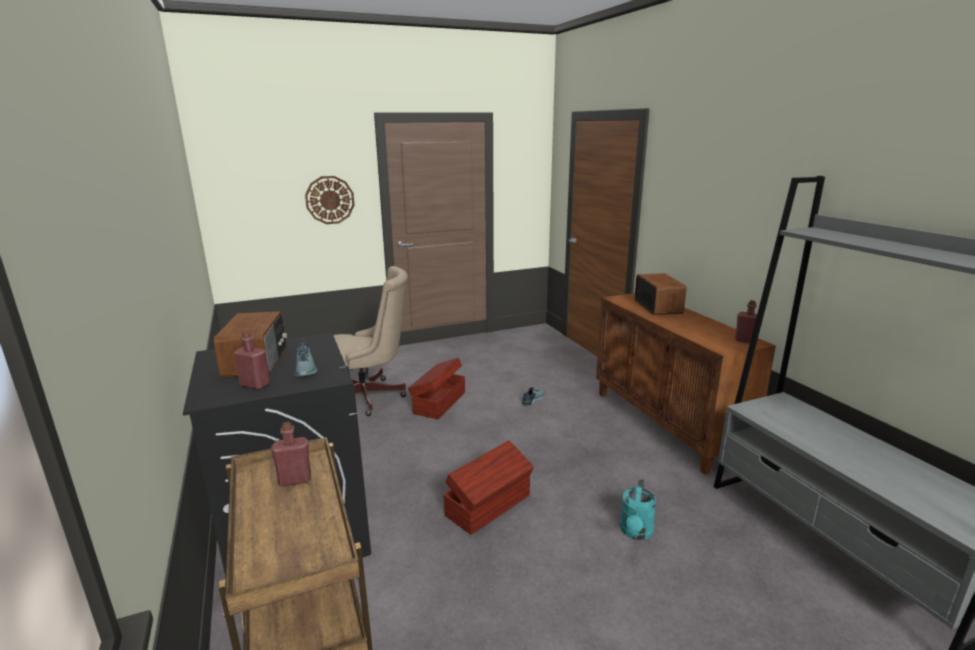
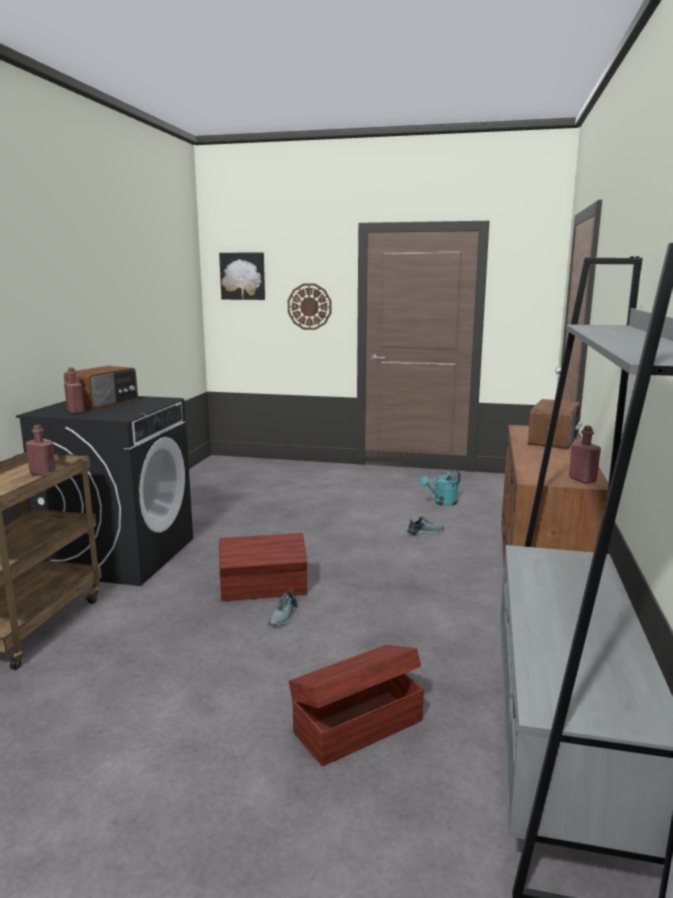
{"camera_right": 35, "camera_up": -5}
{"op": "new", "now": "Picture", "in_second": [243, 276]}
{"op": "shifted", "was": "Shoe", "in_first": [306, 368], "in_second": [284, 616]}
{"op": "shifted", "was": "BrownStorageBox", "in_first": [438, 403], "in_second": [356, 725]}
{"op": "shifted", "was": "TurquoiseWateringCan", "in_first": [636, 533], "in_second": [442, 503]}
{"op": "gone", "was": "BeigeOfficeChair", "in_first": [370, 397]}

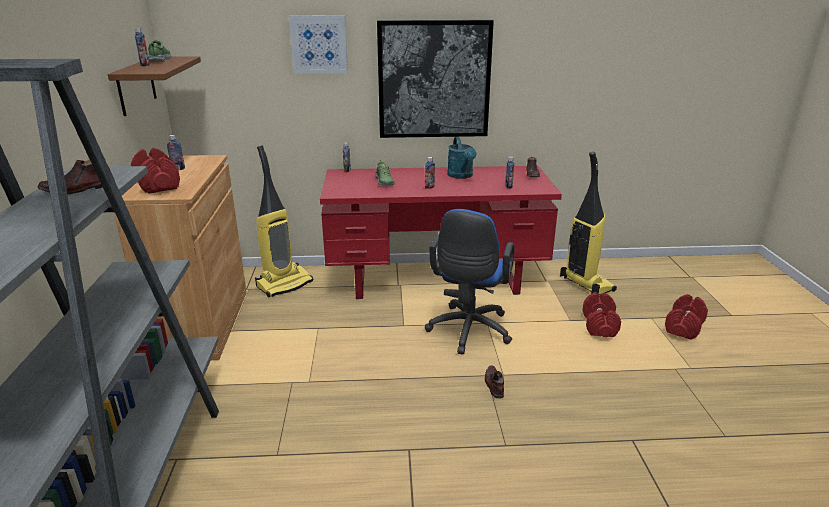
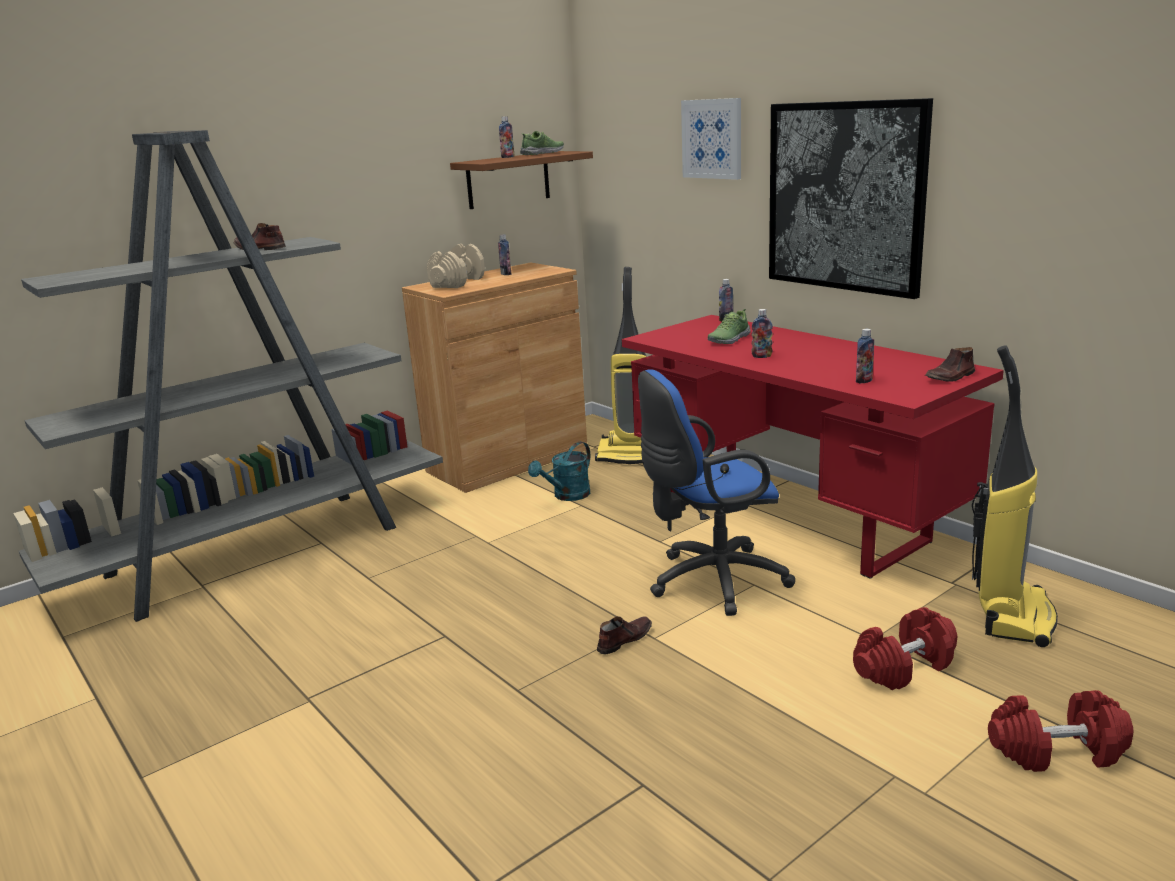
{"camera_right": 55, "camera_up": -5}
{"op": "repainted", "was": "RedDumbbell", "now": "BeigeDumbbell", "in_first": [157, 184], "in_second": [457, 282]}
{"op": "shifted", "was": "TurquoiseWateringCan", "in_first": [461, 176], "in_second": [567, 496]}

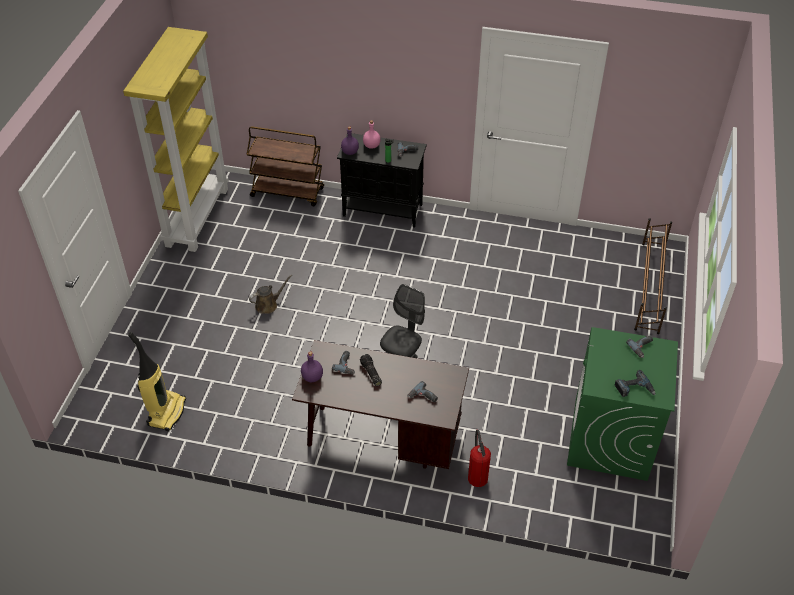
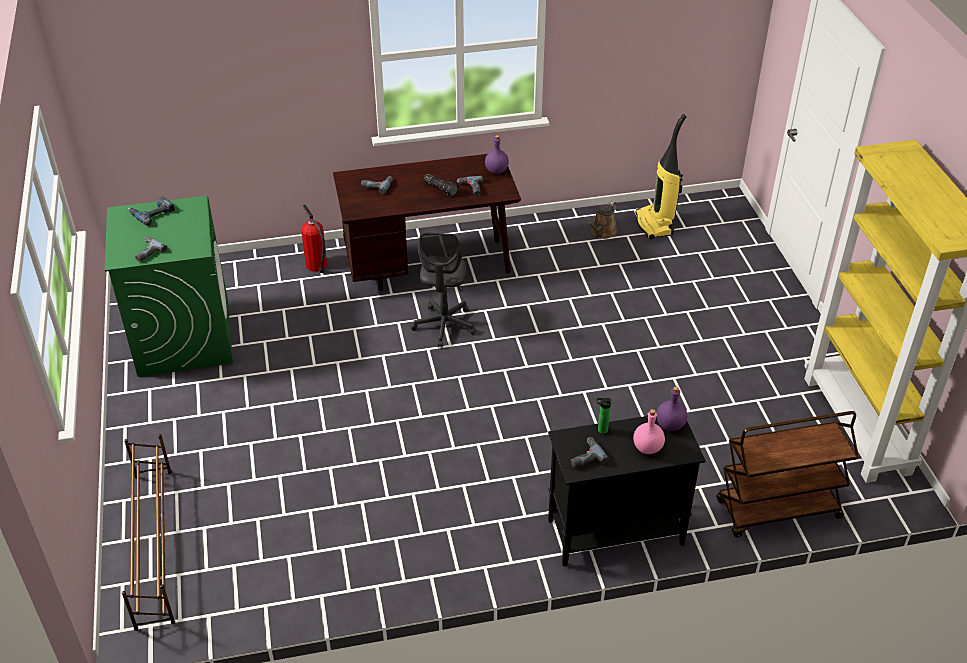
{"camera_right": 155, "camera_up": -5}
{"op": "shifted", "was": "BrownWateringCan", "in_first": [268, 305], "in_second": [602, 232]}

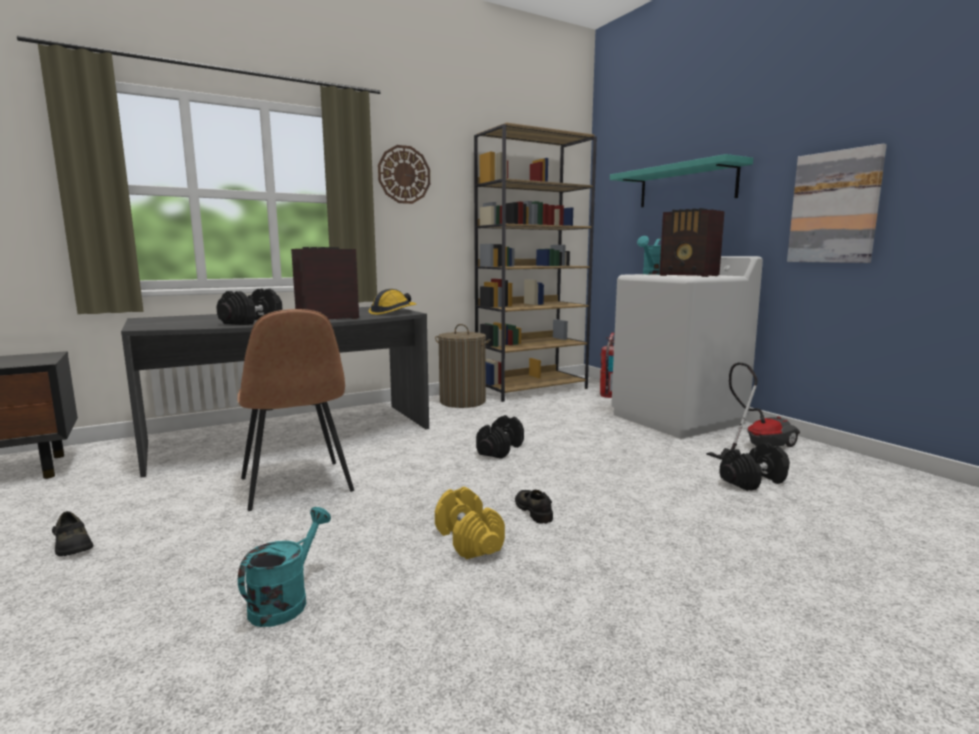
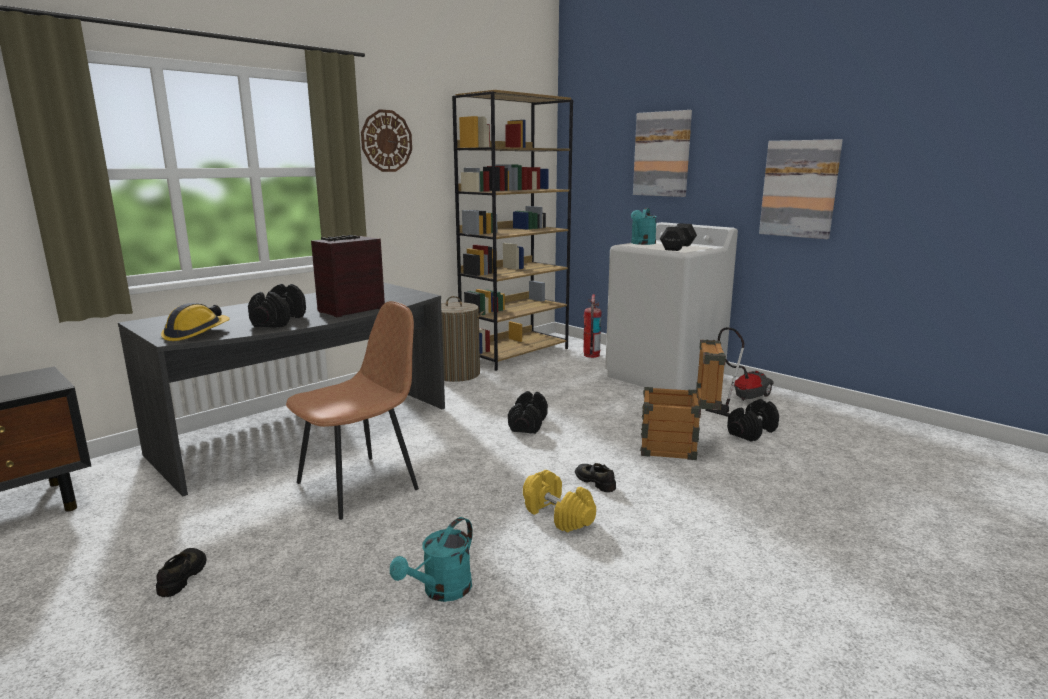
{"camera_right": -15, "camera_up": 5}
{"op": "rotated", "was": "BlackShoe", "in_first": [72, 545], "in_second": [183, 576], "clockwise": -120}
{"op": "shifted", "was": "HardHat", "in_first": [392, 312], "in_second": [196, 333]}
{"op": "rotated", "was": "BrownChair", "in_first": [296, 486], "in_second": [360, 485], "clockwise": -90}
{"op": "rotated", "was": "TurquoiseWateringCan", "in_first": [285, 601], "in_second": [441, 591], "clockwise": -150}
{"op": "swapped", "was": "TurquoiseShelf", "now": "Picture", "in_first": [686, 185], "in_second": [662, 154]}
{"op": "new", "now": "Crate", "in_second": [677, 447]}
{"op": "swapped", "was": "Radio", "now": "BlackDumbbell", "in_first": [689, 275], "in_second": [678, 247]}

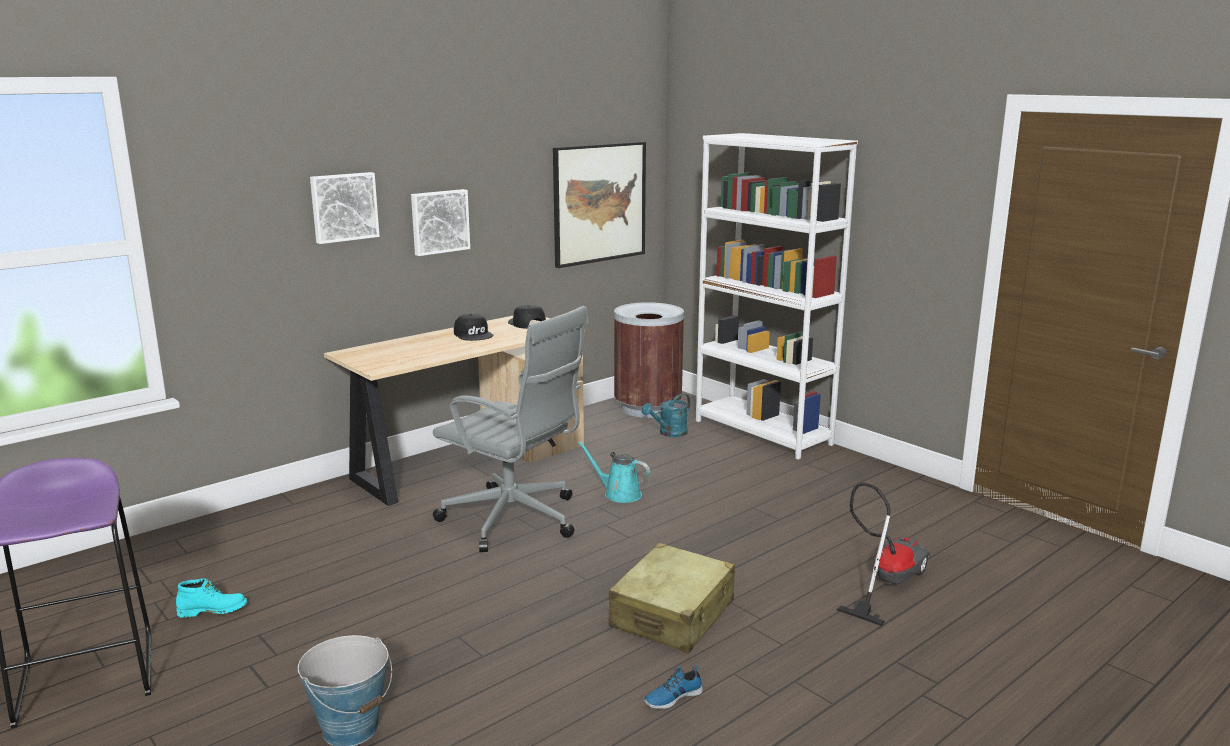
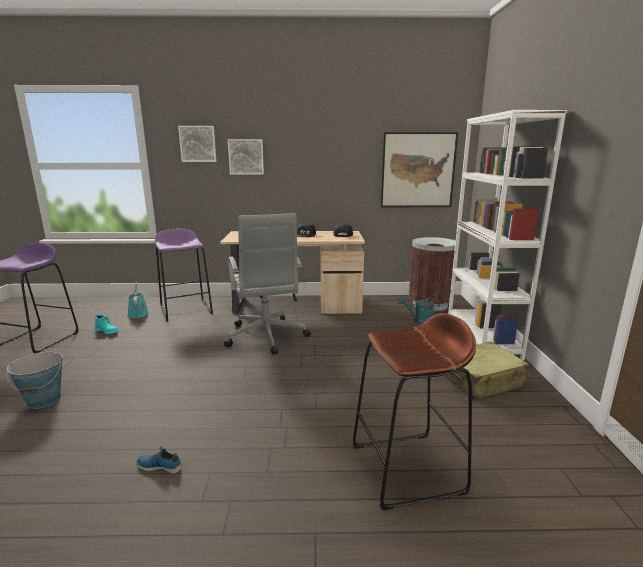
{"camera_right": 40, "camera_up": 0}
{"op": "shifted", "was": "TurquoiseWateringCan", "in_first": [619, 494], "in_second": [138, 313]}
{"op": "new", "now": "PurpleStool", "in_second": [186, 310]}
{"op": "shifted", "was": "Picture", "in_first": [439, 221], "in_second": [198, 144]}
{"op": "swapped", "was": "VacuumCleaner", "now": "BrownStool", "in_first": [884, 582], "in_second": [407, 468]}
{"op": "shifted", "was": "BeigeSuitcase", "in_first": [673, 614], "in_second": [482, 380]}

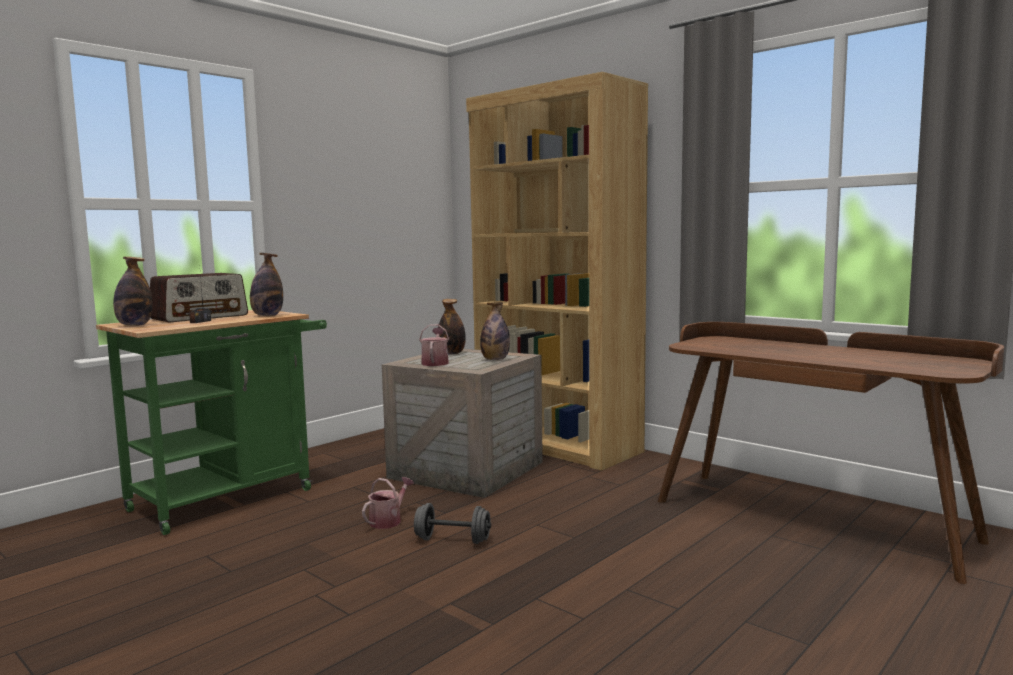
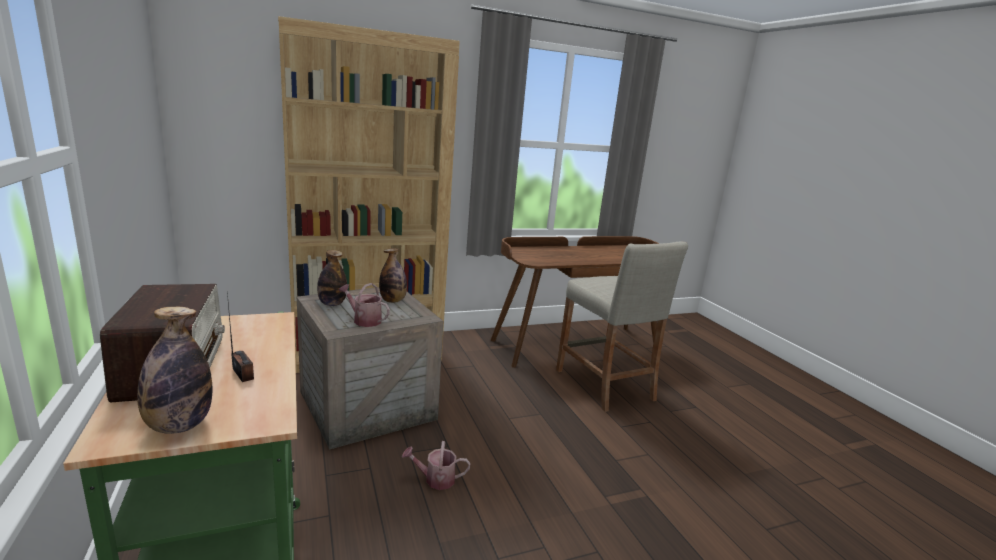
{"camera_right": -65, "camera_up": 10}
{"op": "rotated", "was": "WateringCan", "in_first": [388, 520], "in_second": [435, 479], "clockwise": -60}
{"op": "new", "now": "BeigeStool", "in_second": [604, 385]}
{"op": "gone", "was": "Bottle", "in_first": [267, 316]}
{"op": "gone", "was": "GreyDumbbell", "in_first": [452, 540]}

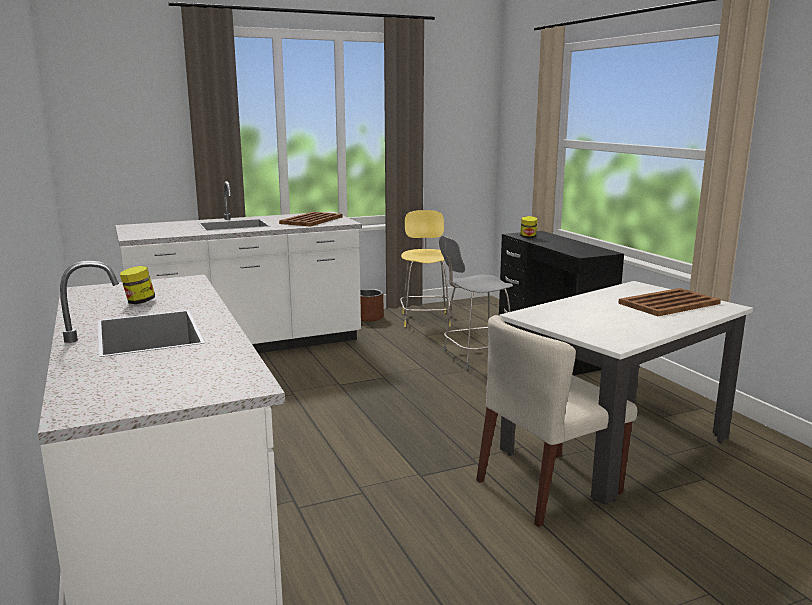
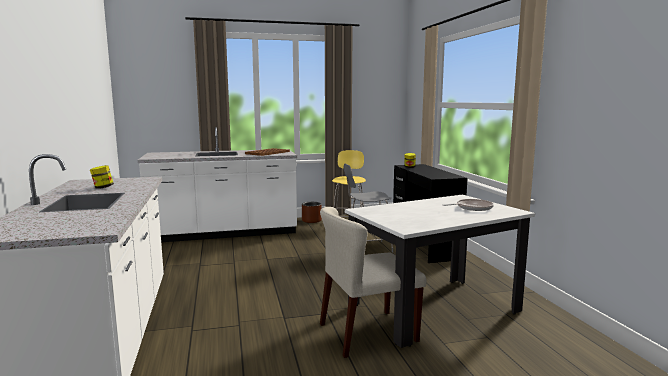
{"camera_right": 10, "camera_up": -5}
{"op": "swapped", "was": "BrownTray", "now": "FryingPan", "in_first": [668, 303], "in_second": [472, 208]}

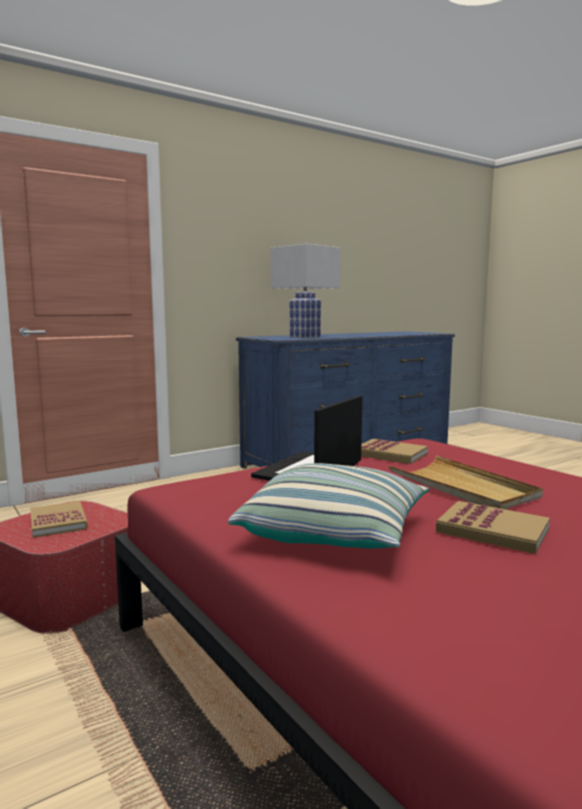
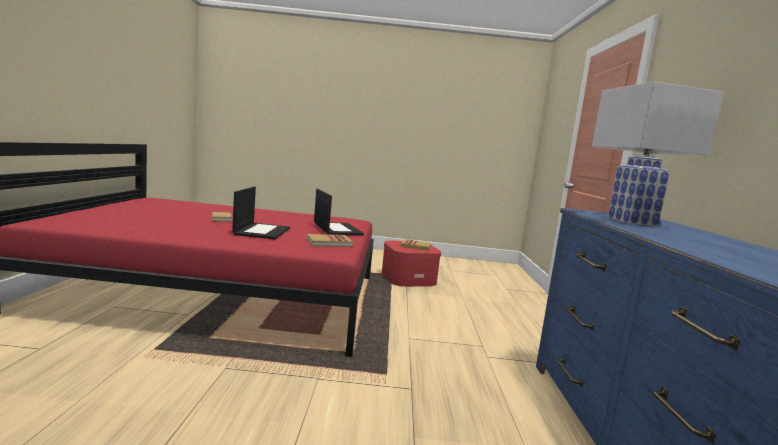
{"camera_right": 125, "camera_up": 0}
{"op": "swapped", "was": "BeigeTray", "now": "Laptop", "in_first": [462, 488], "in_second": [262, 231]}
{"op": "gone", "was": "Pillow", "in_first": [335, 533]}

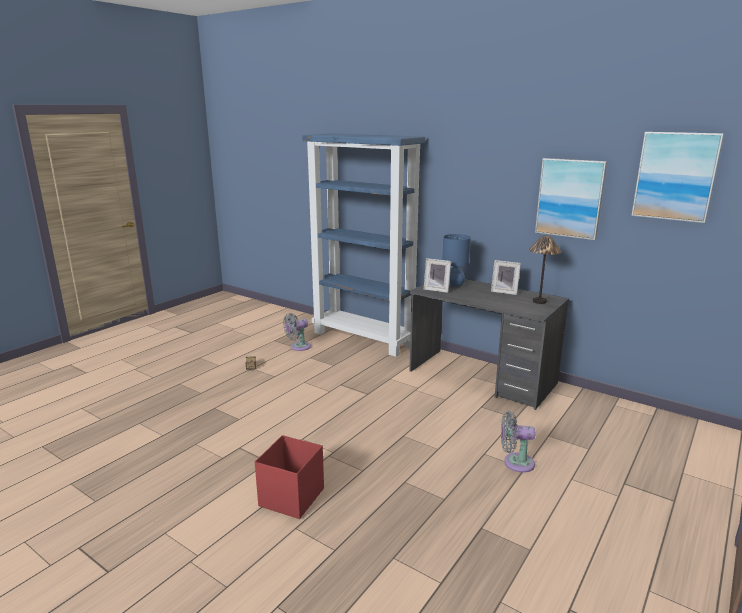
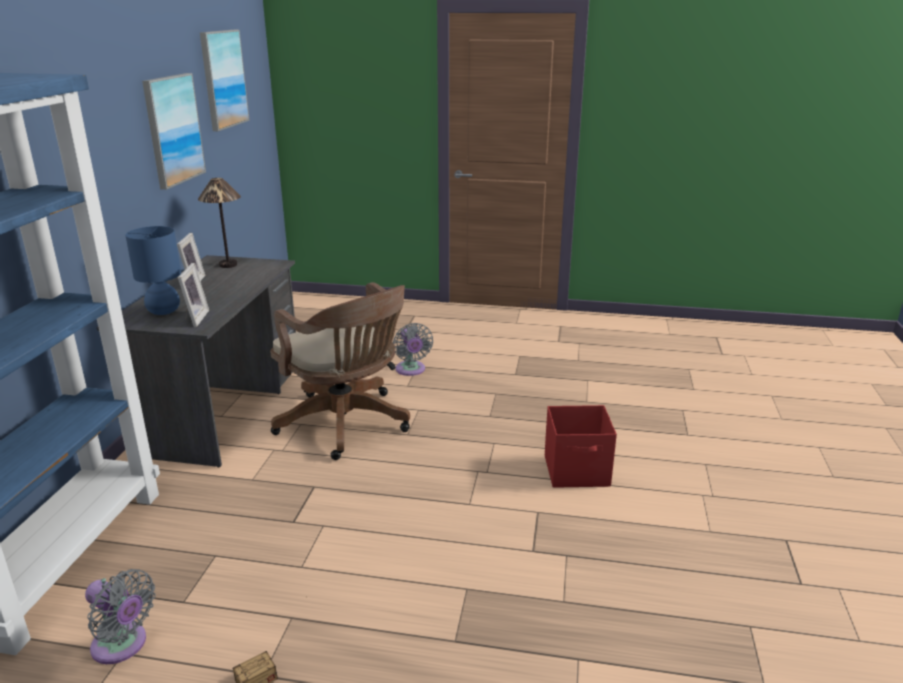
{"camera_right": -115, "camera_up": 5}
{"op": "new", "now": "BrownOfficeChair", "in_second": [347, 425]}

